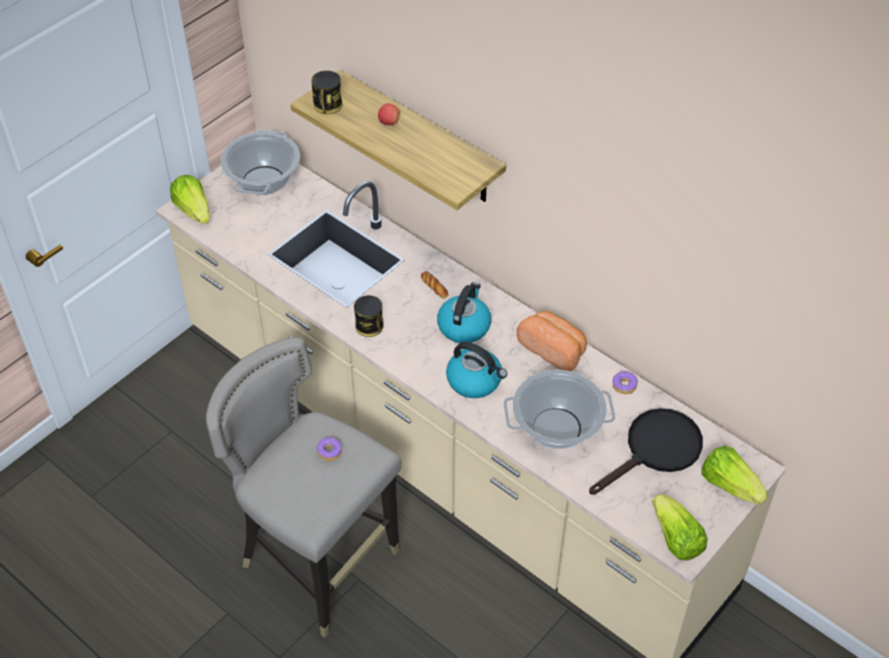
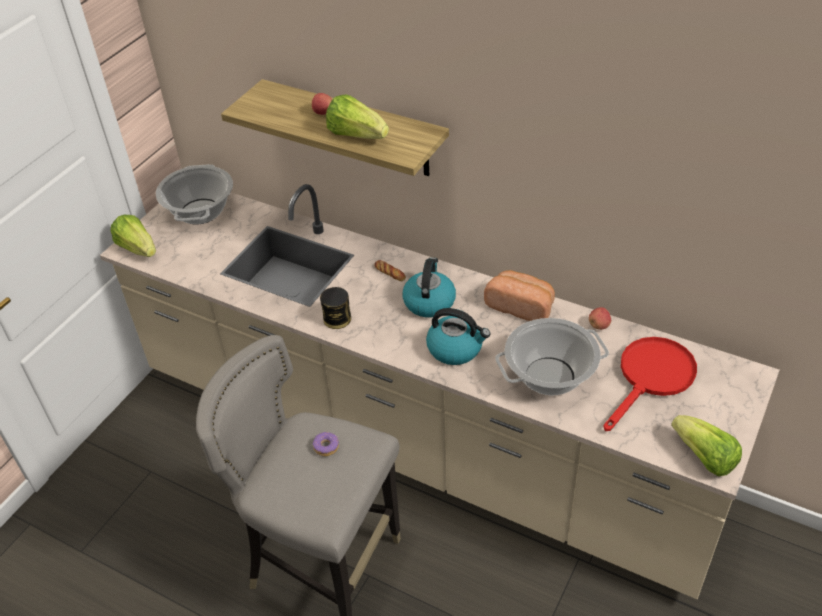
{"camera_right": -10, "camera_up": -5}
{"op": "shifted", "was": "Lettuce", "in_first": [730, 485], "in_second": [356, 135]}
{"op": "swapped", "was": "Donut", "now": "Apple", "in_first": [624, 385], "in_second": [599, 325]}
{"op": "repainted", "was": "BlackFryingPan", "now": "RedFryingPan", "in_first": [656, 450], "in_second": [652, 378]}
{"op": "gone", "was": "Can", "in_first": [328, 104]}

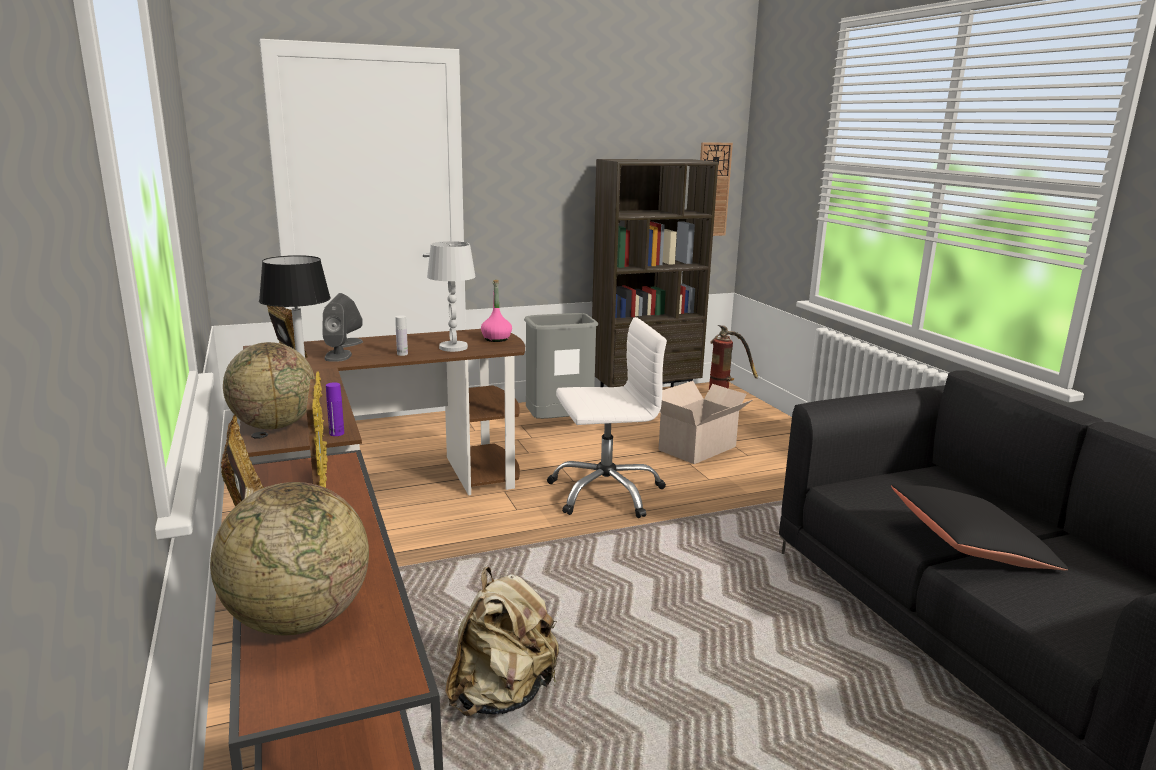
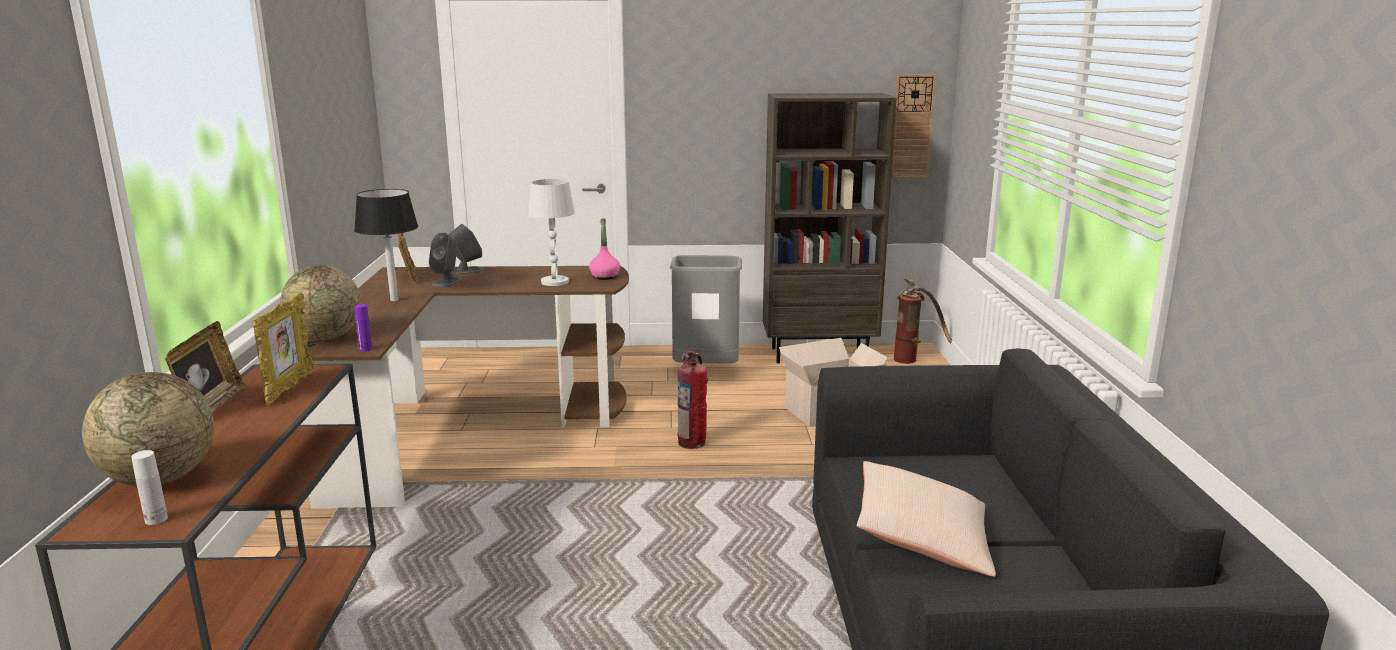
{"camera_right": 20, "camera_up": 0}
{"op": "shifted", "was": "WhiteBottle", "in_first": [402, 354], "in_second": [156, 519]}
{"op": "swapped", "was": "WhiteOfficeChair", "now": "FireExtinguisher", "in_first": [605, 492], "in_second": [692, 442]}
{"op": "repainted", "was": "BlackPillow", "now": "BeigePillow", "in_first": [969, 547], "in_second": [922, 539]}
{"op": "gone", "was": "BeigeBackpack", "in_first": [502, 695]}

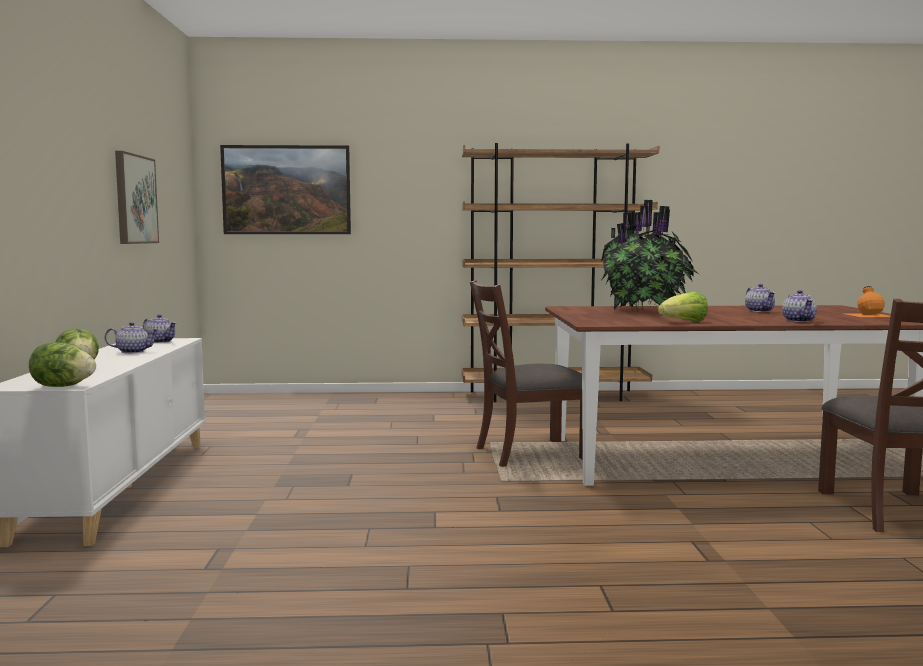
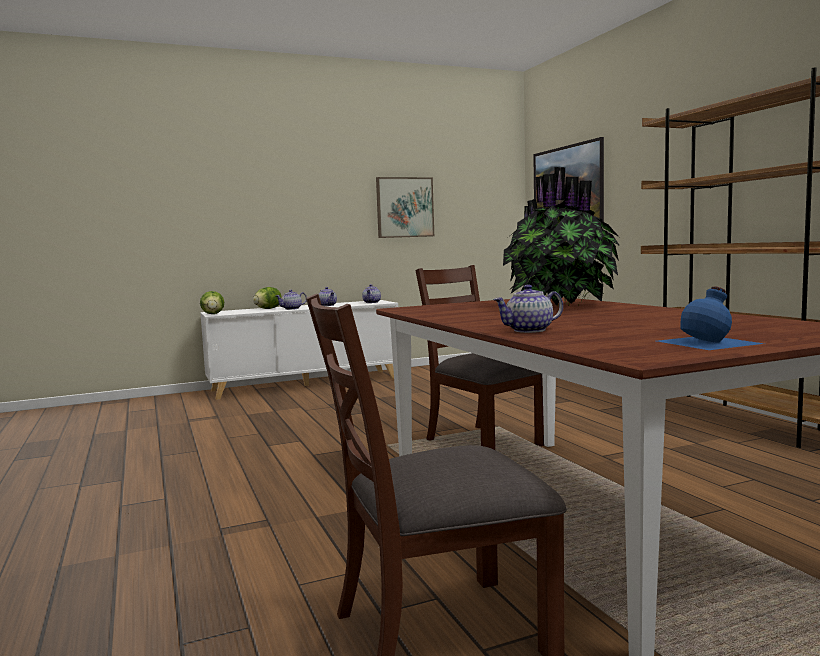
{"camera_right": 70, "camera_up": 0}
{"op": "shifted", "was": "Teapot", "in_first": [760, 311], "in_second": [291, 309]}
{"op": "repainted", "was": "OrangeBottle", "now": "BlueBottle", "in_first": [869, 315], "in_second": [710, 342]}
{"op": "gone", "was": "Lettuce", "in_first": [684, 322]}

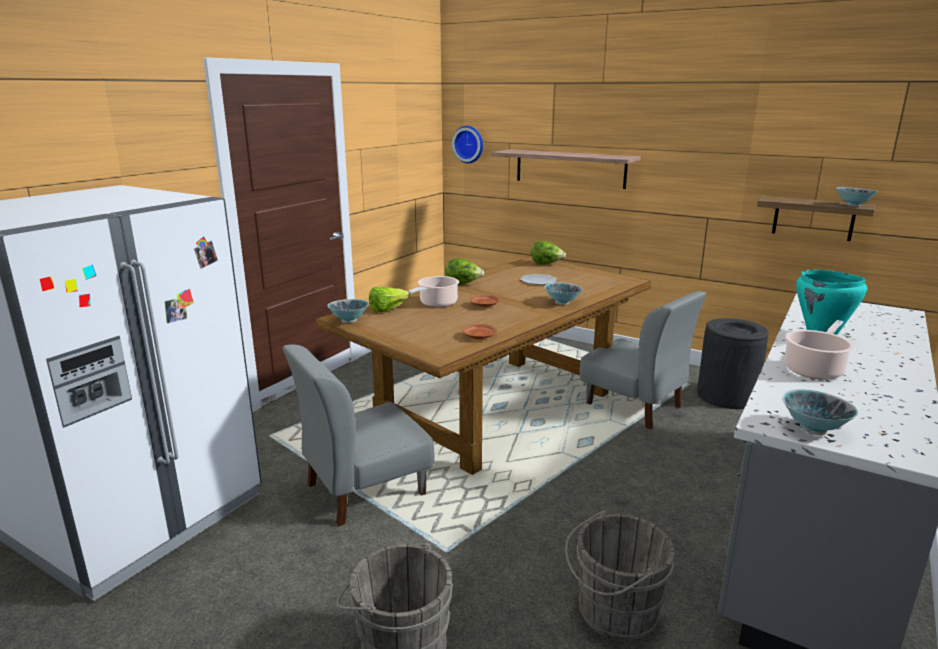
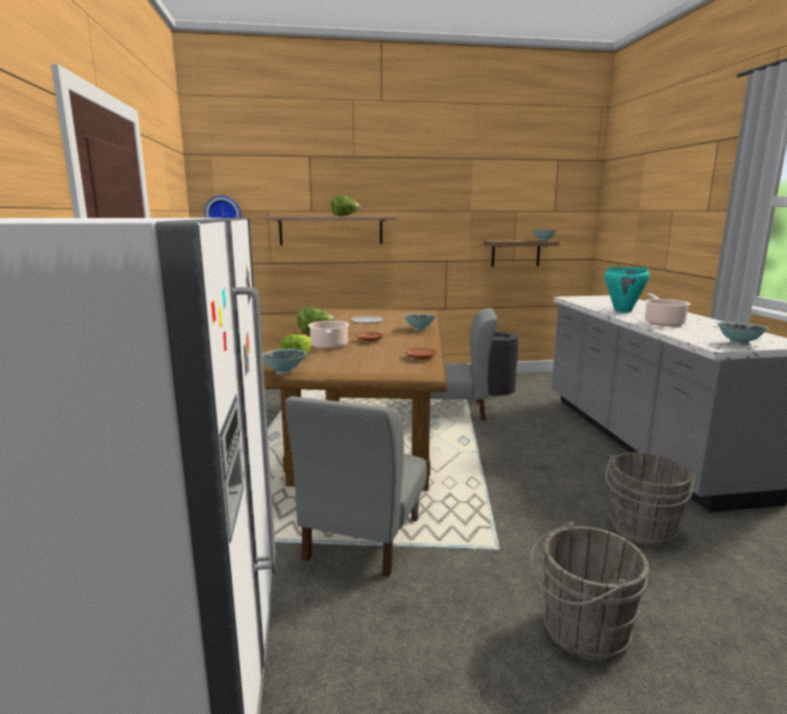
{"camera_right": -40, "camera_up": -5}
{"op": "shifted", "was": "Lettuce", "in_first": [546, 264], "in_second": [345, 216]}

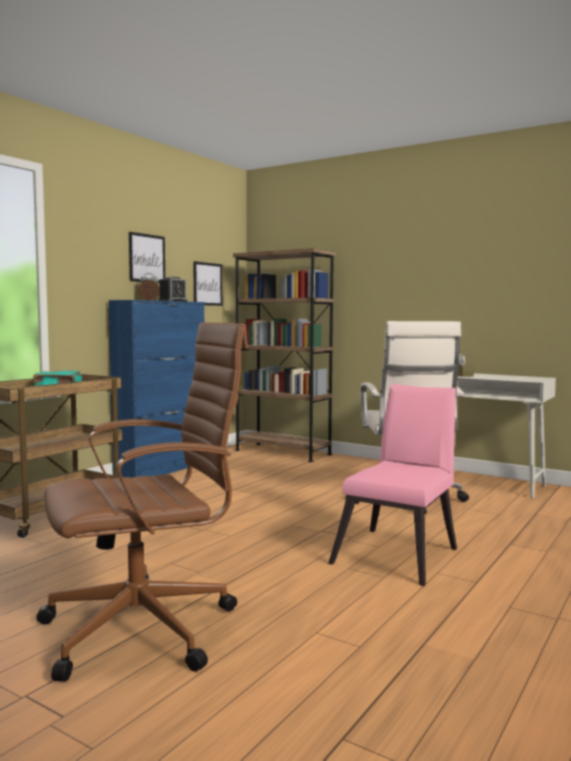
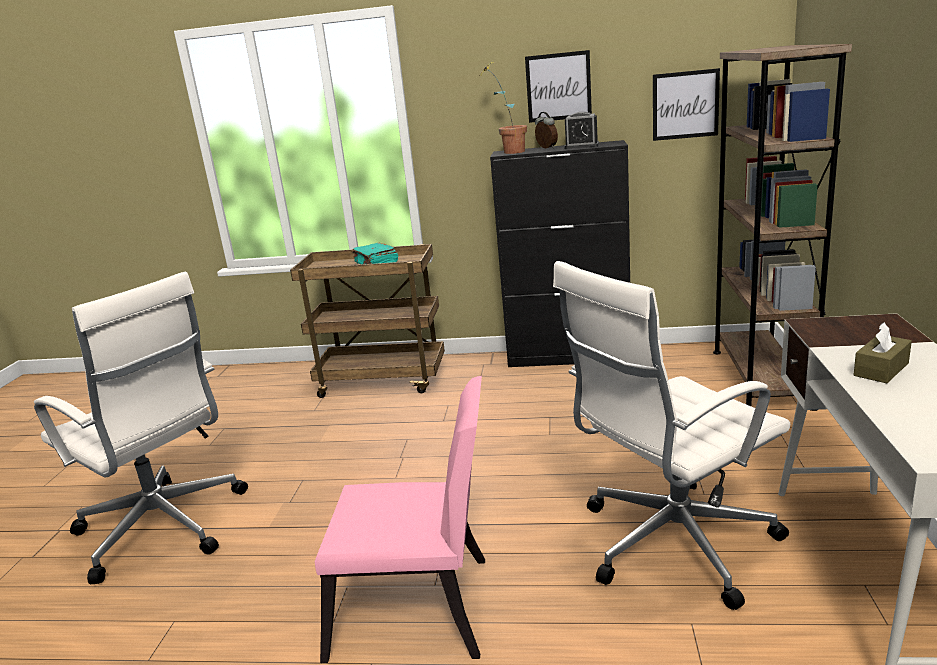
{"camera_right": 65, "camera_up": 15}
{"op": "repainted", "was": "BrownOfficeChair", "now": "WhiteOfficeChair", "in_first": [146, 628], "in_second": [164, 528]}
{"op": "new", "now": "PottedPlant", "in_second": [507, 152]}
{"op": "repainted", "was": "BlueCabinet", "now": "BlackCabinet", "in_first": [162, 470], "in_second": [569, 357]}

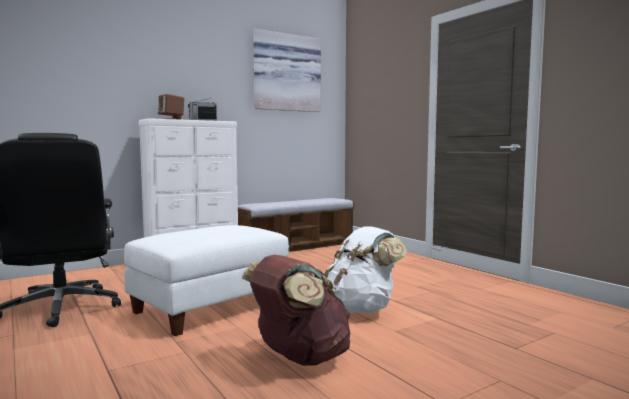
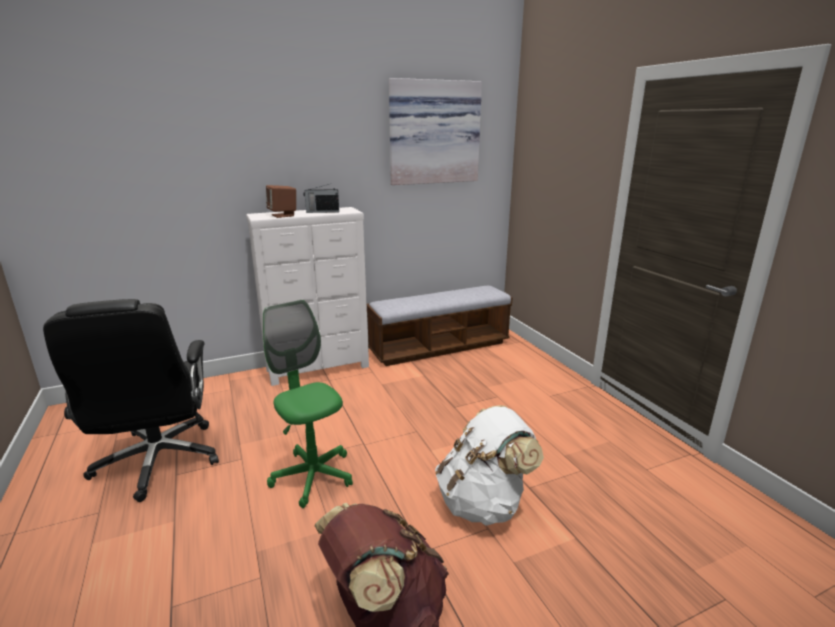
{"camera_right": 10, "camera_up": 15}
{"op": "swapped", "was": "WhiteOttoman", "now": "GreenOfficeChair", "in_first": [211, 306], "in_second": [313, 476]}

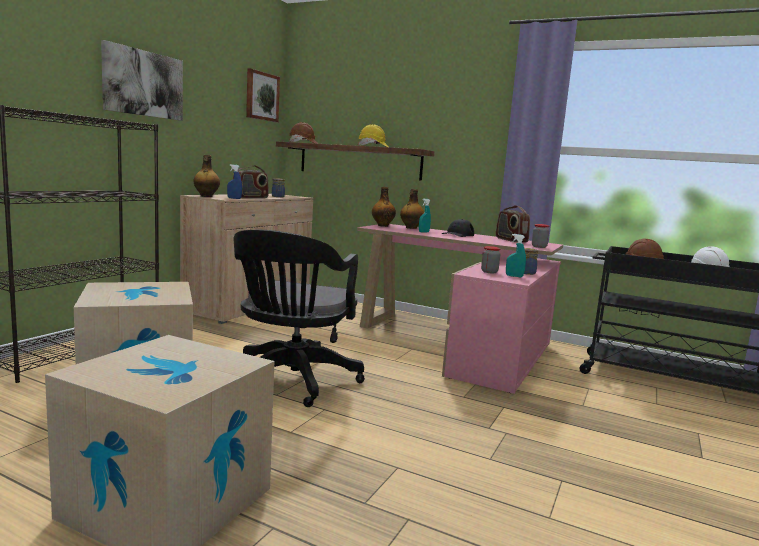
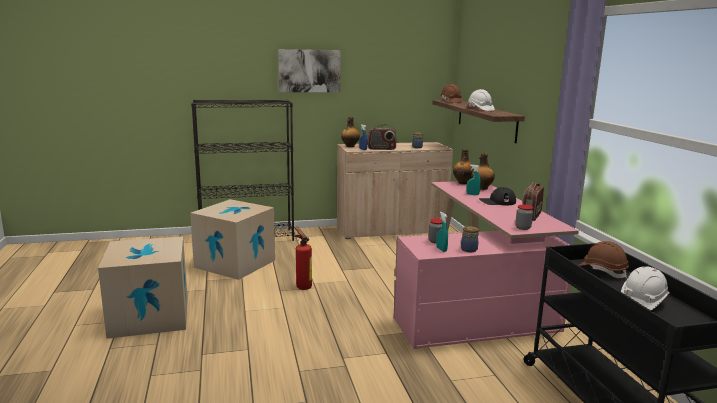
{"camera_right": 50, "camera_up": 5}
{"op": "swapped", "was": "BlackOfficeChair", "now": "FireExtinguisher", "in_first": [292, 382], "in_second": [302, 286]}
{"op": "repainted", "was": "YellowHardHat", "now": "WhiteHardHat", "in_first": [373, 146], "in_second": [480, 109]}
{"op": "gone", "was": "Picture", "in_first": [261, 96]}

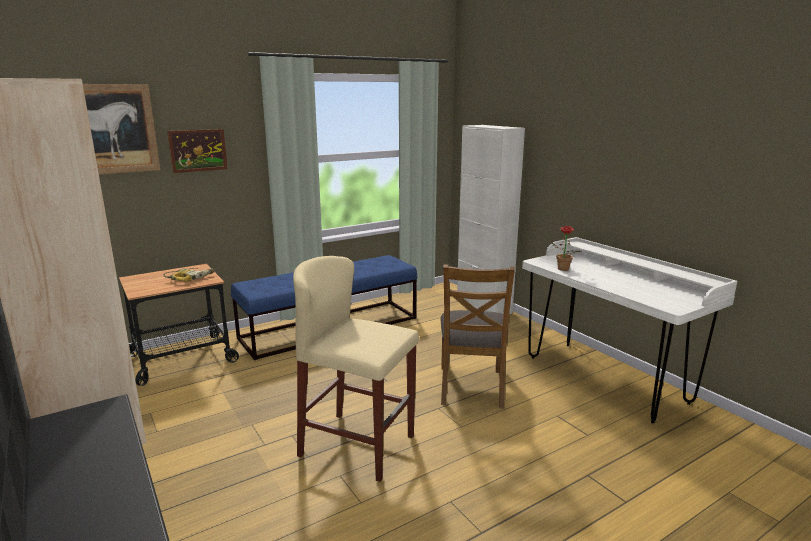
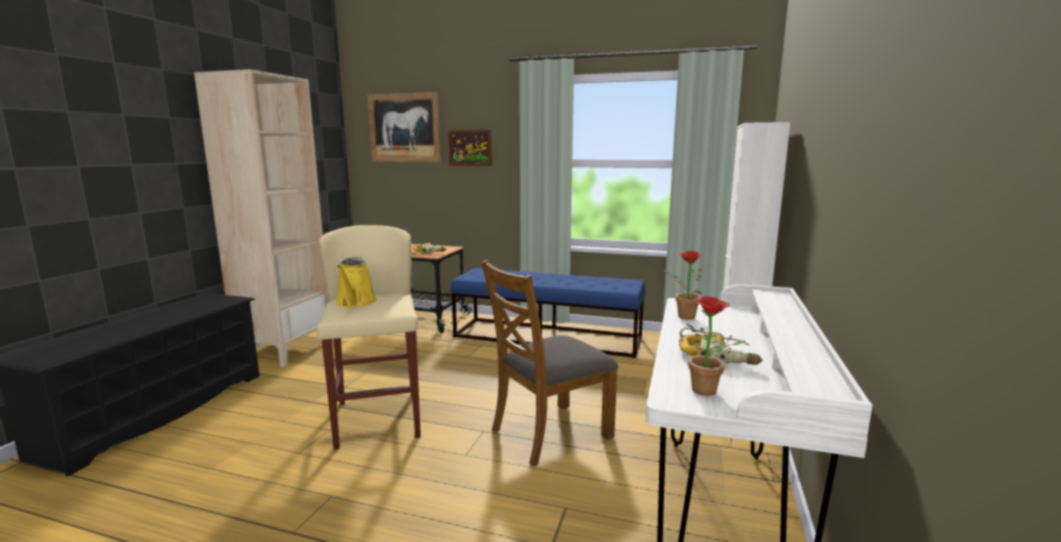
{"camera_right": 50, "camera_up": -5}
{"op": "new", "now": "YellowWateringCan", "in_second": [355, 303]}
{"op": "new", "now": "PowerDrill", "in_second": [717, 355]}
{"op": "new", "now": "PottedPlant", "in_second": [709, 391]}

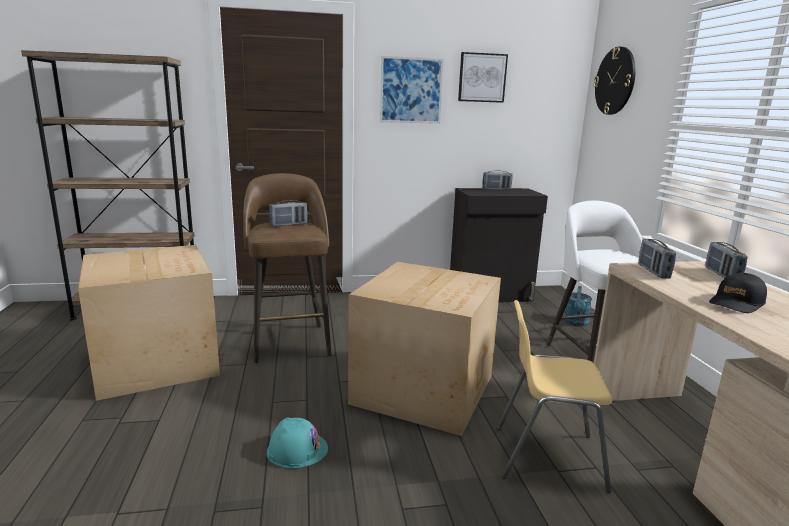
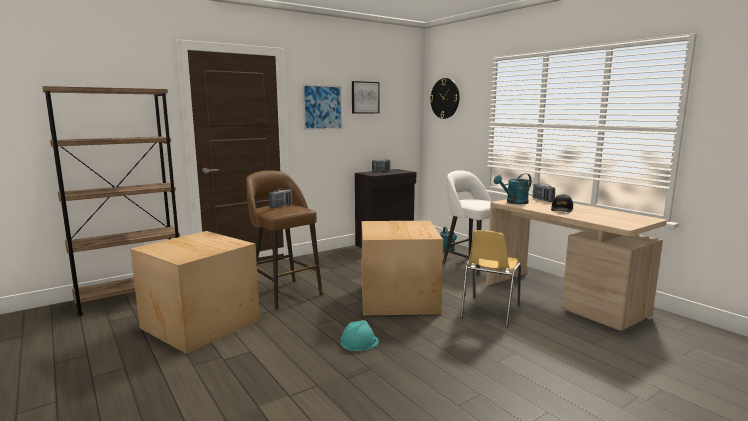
{"camera_right": -25, "camera_up": -5}
{"op": "rotated", "was": "YellowChair", "in_first": [547, 456], "in_second": [489, 312], "clockwise": -45}
{"op": "swapped", "was": "Radio", "now": "TurquoiseWateringCan", "in_first": [653, 271], "in_second": [514, 202]}

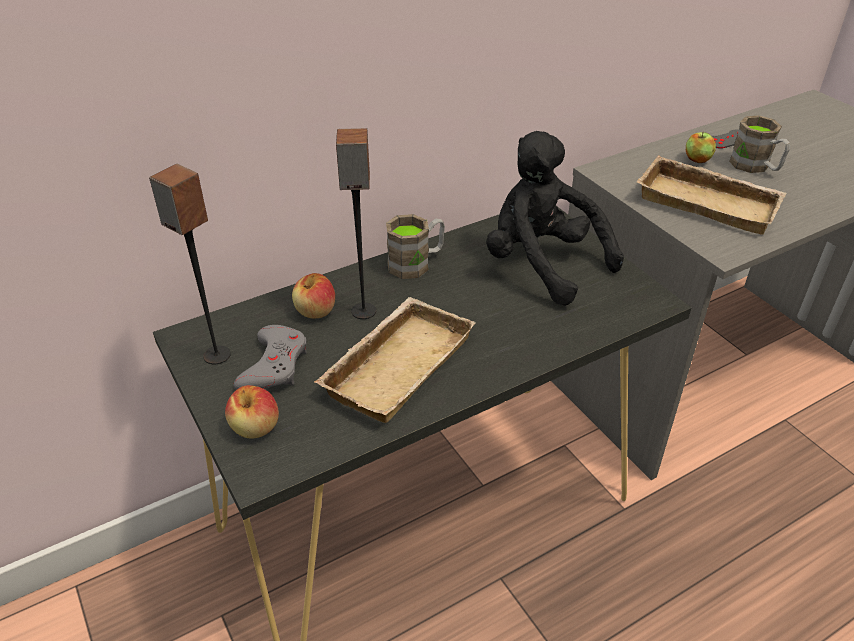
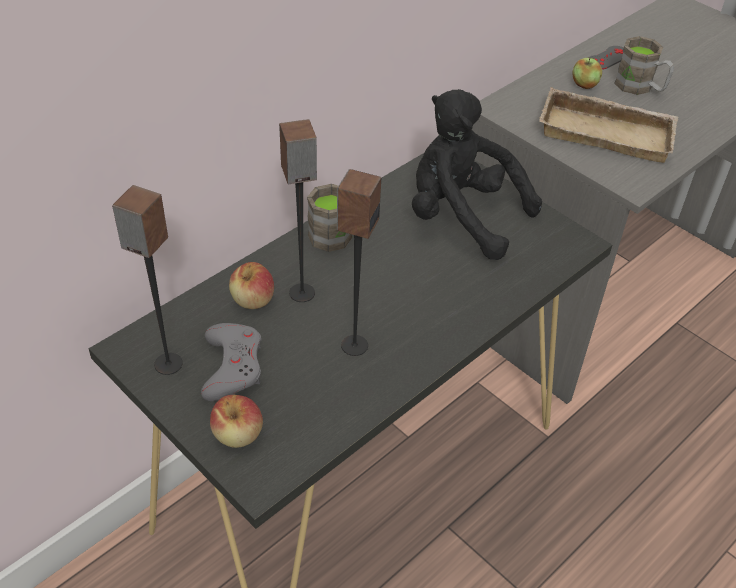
{"camera_right": -15, "camera_up": 5}
{"op": "swapped", "was": "BeigeTray", "now": "Speaker", "in_first": [396, 364], "in_second": [354, 345]}

